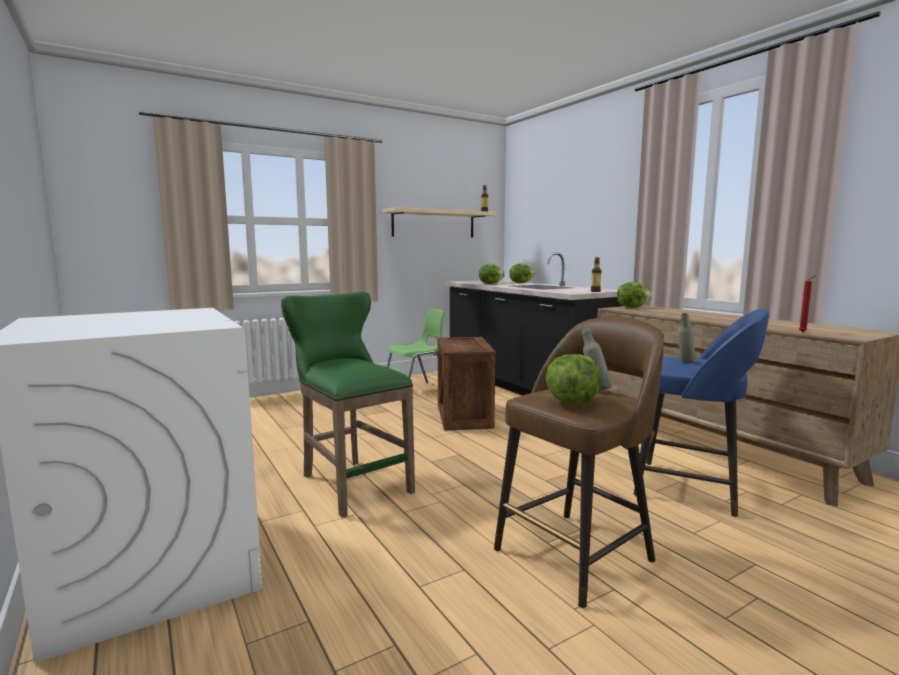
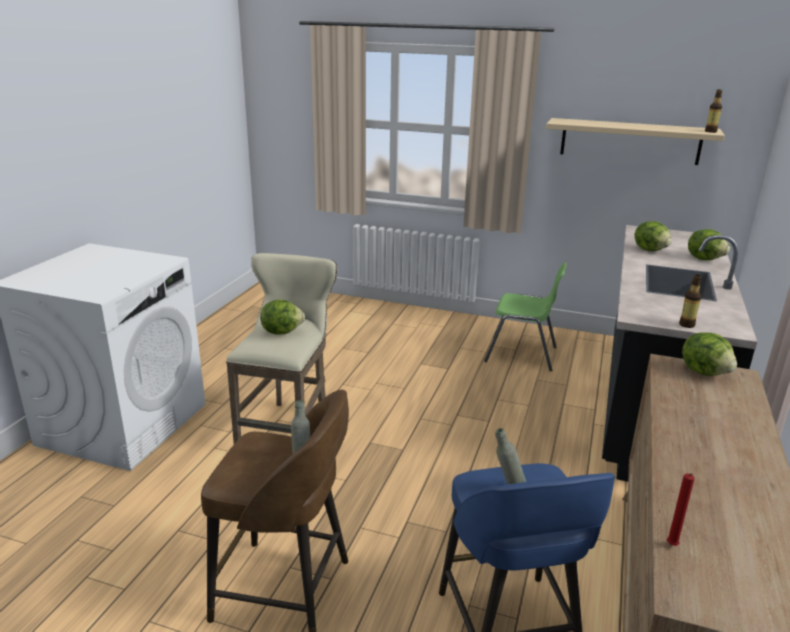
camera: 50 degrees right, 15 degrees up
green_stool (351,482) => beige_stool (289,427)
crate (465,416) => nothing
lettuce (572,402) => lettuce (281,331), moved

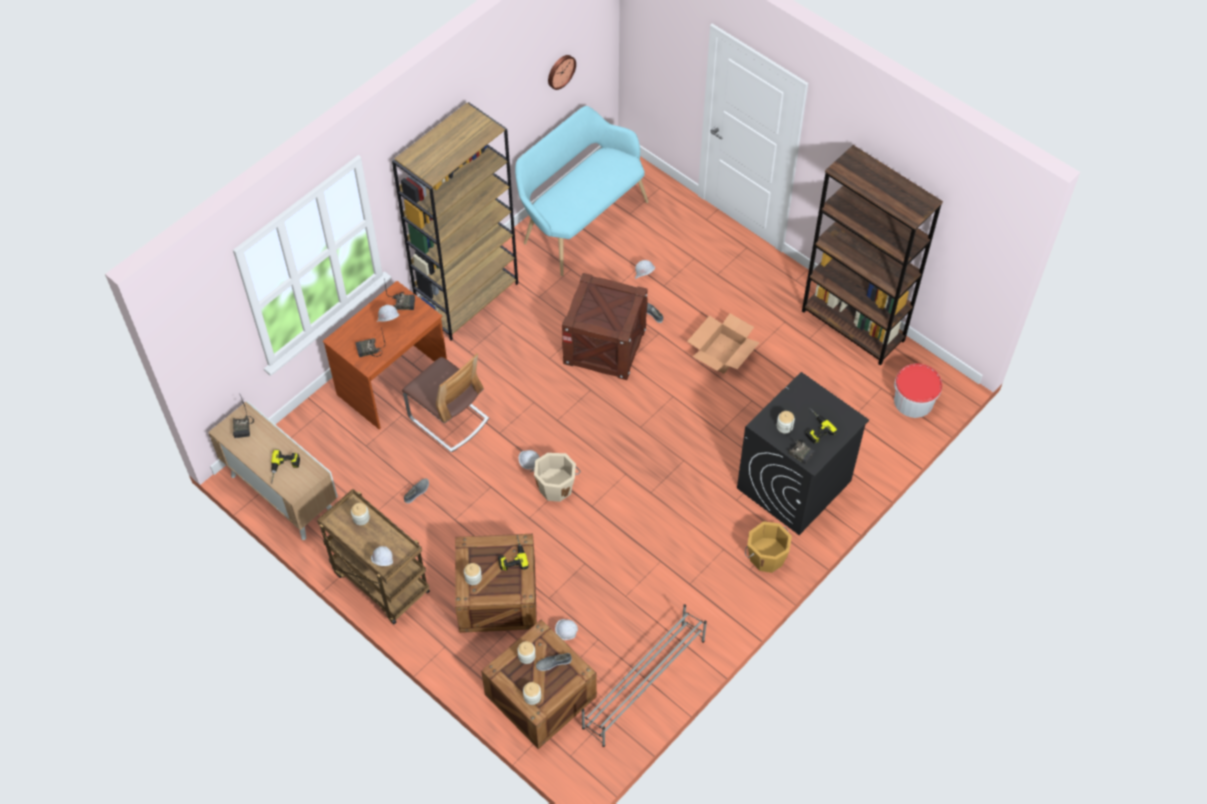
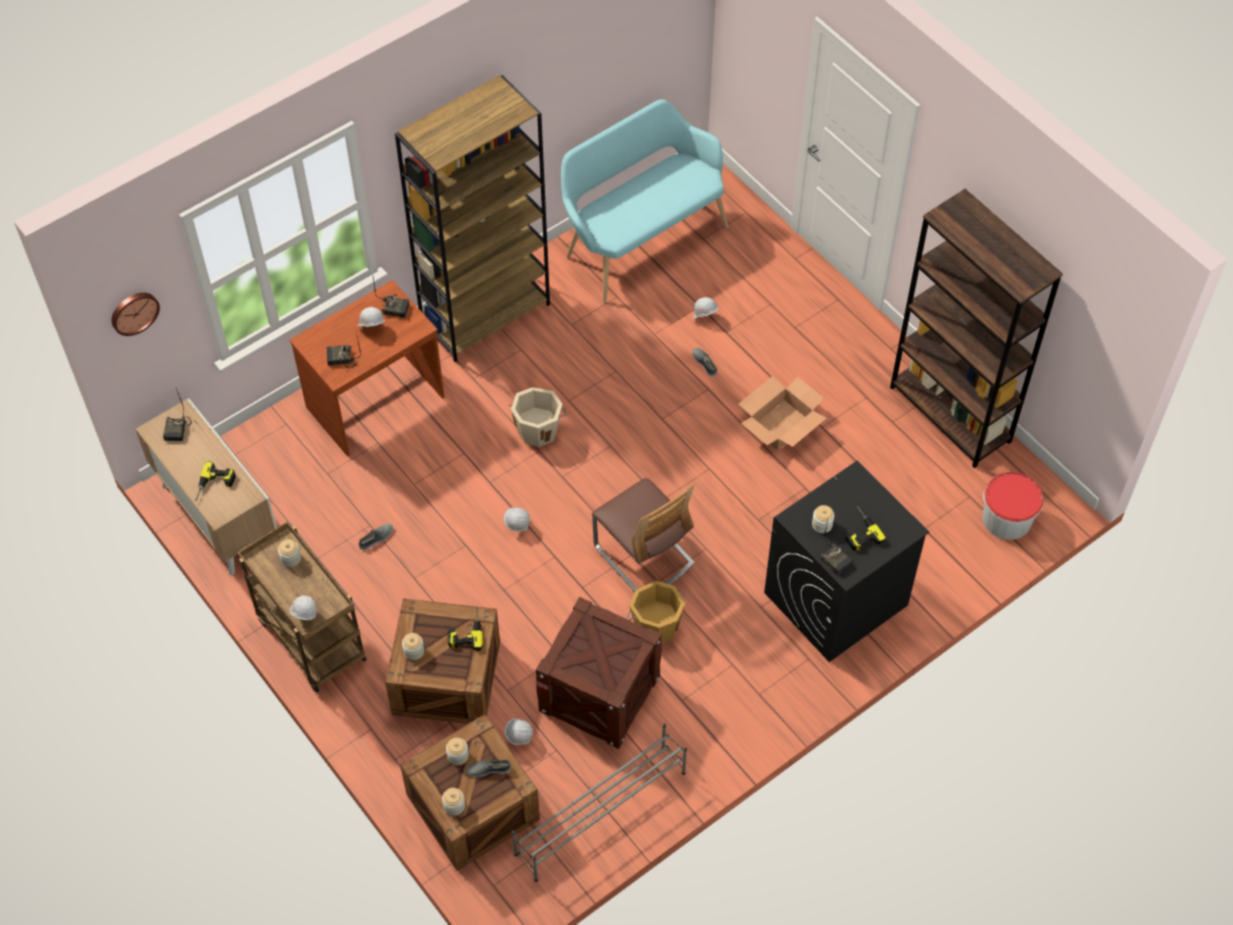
camera: 10 degrees right, 0 degrees up
wall_clock (560,71) => wall_clock (134,312), moved
crate (604,346) => crate (599,693), moved
chair (448,418) => chair (644,555), moved
beige_bucket (555,487) => beige_bucket (538,430), moved
orange_bucket (766,557) => orange_bucket (656,625), moved

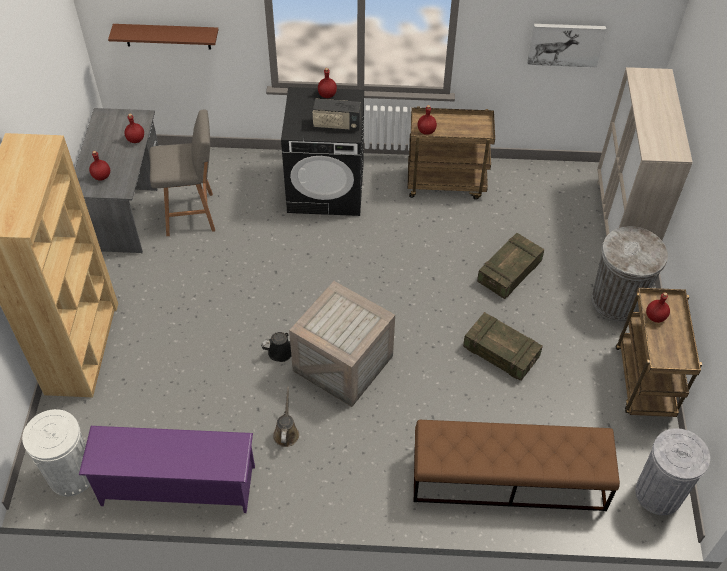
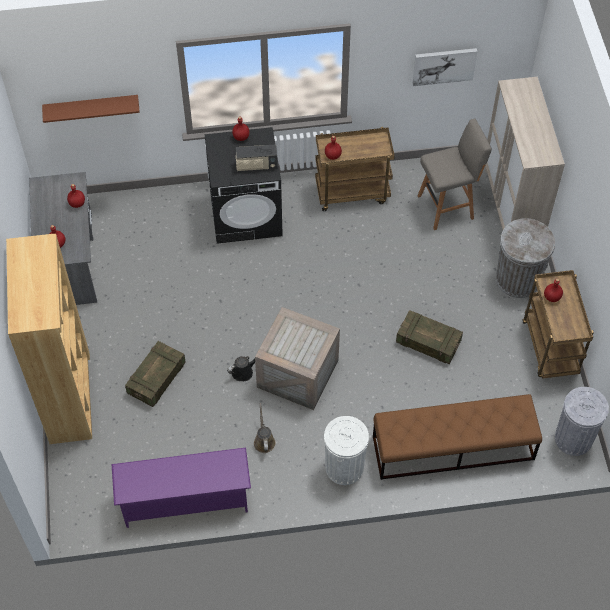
camera: 10 degrees left, 5 degrees up
grey_stool (192,214) => grey_stool (447,206), moved
crate (509,273) => crate (156,379), moved
white_trash_can (71,475) => white_trash_can (344,467), moved

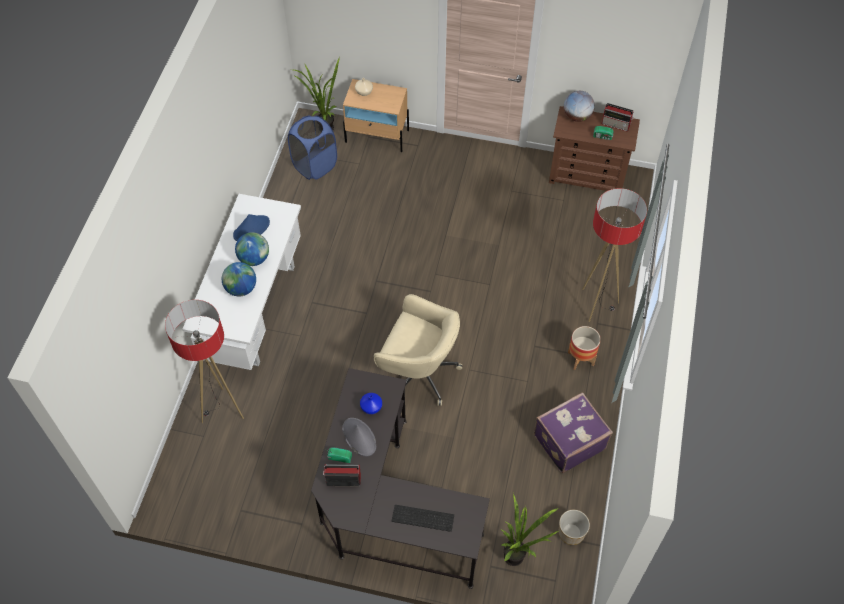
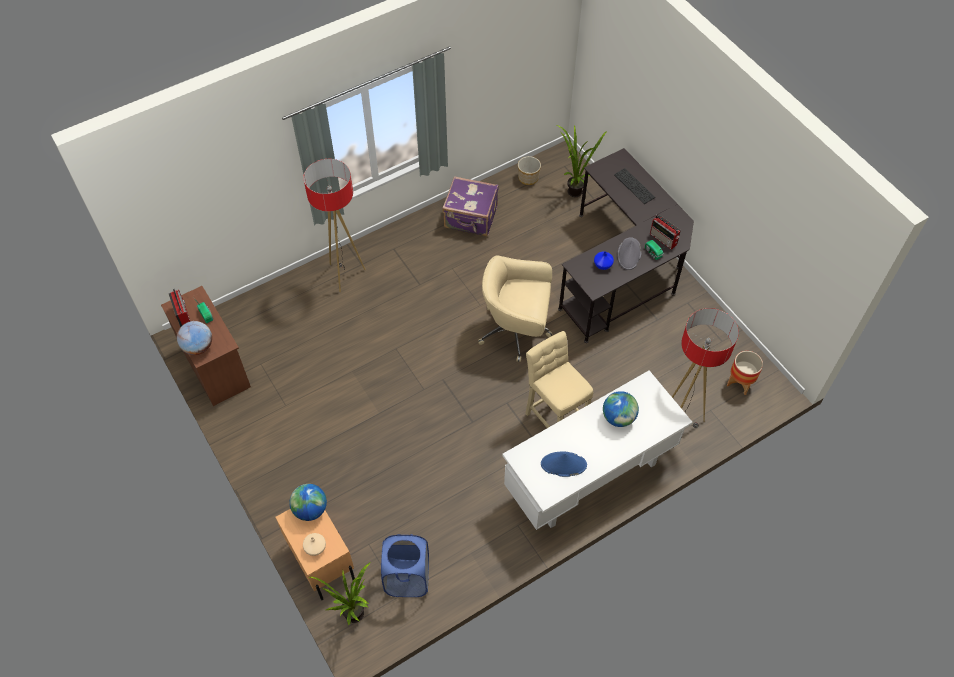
camera: 135 degrees left, 0 degrees up
globe (254,259) => globe (310,509), moved
beige_office_chair (418,372) => beige_office_chair (516,330), 60 degrees counterclockwise
planter (580,359) => planter (740,382), moved
nothing => beige_stool (554,419)

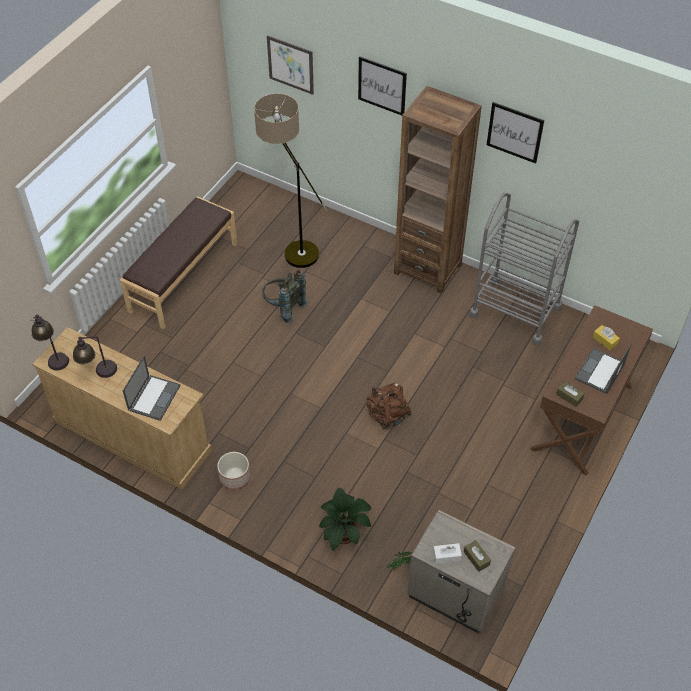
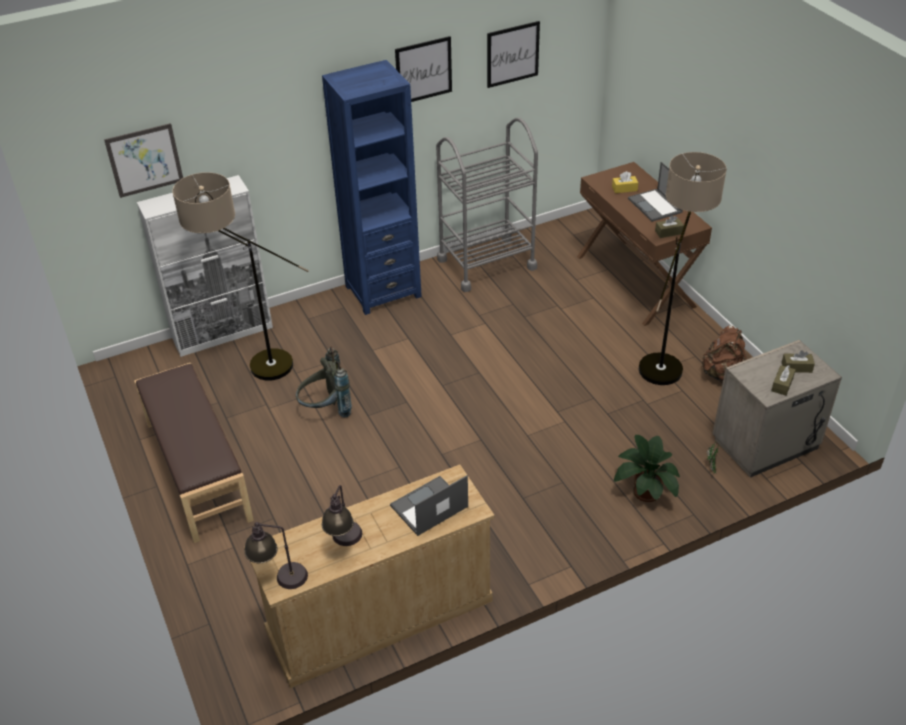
camera: 55 degrees left, 10 degrees down
picture (382,86) => picture (512,54), moved
brown_bookcase (428,268) => blue_bookcase (383,291)
laptop (154,397) => laptop (428,507), 90 degrees counterclockwise
brown_backpack (387,415) => brown_backpack (723,374), moved
planter (234,477) => nothing
white_tissue_box (446,556) => brown_tissue_box (782,384)
nothing => floor_lamp (665,359)
nothing => white_cabinet (223,333)

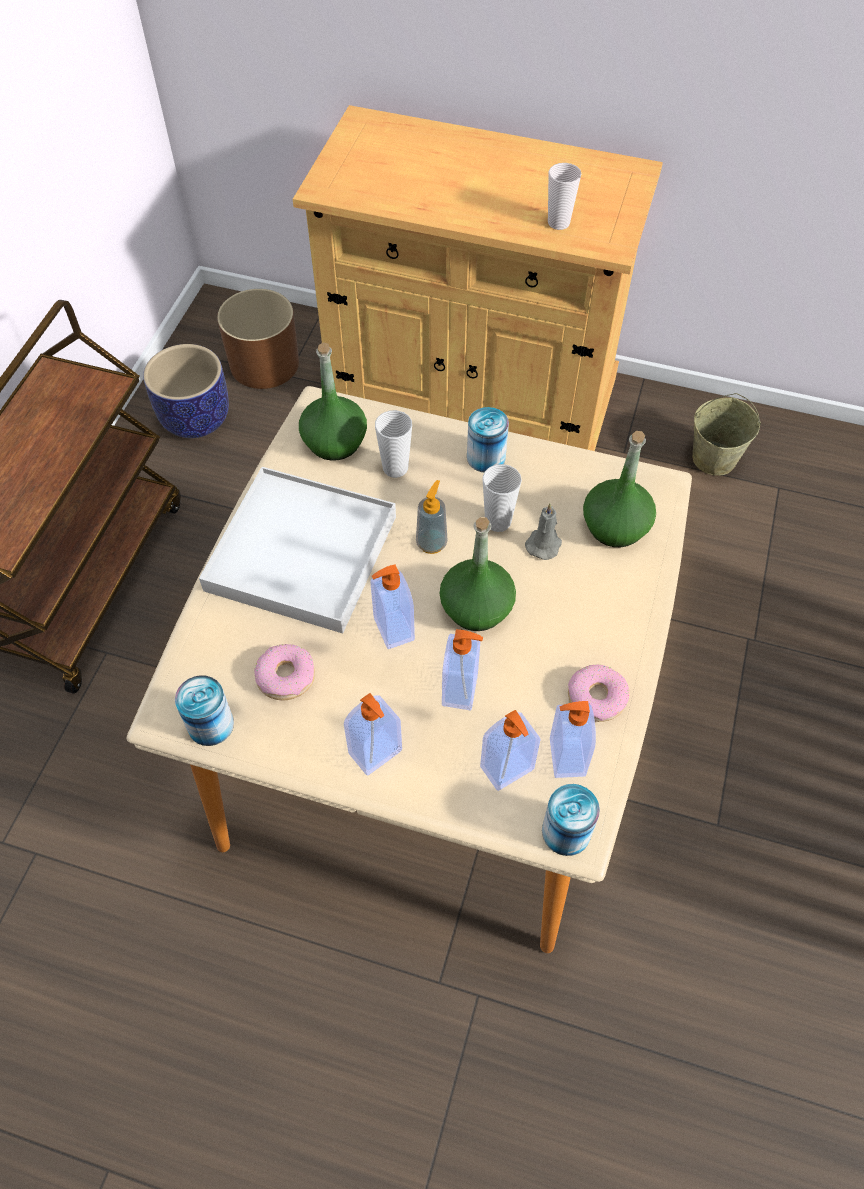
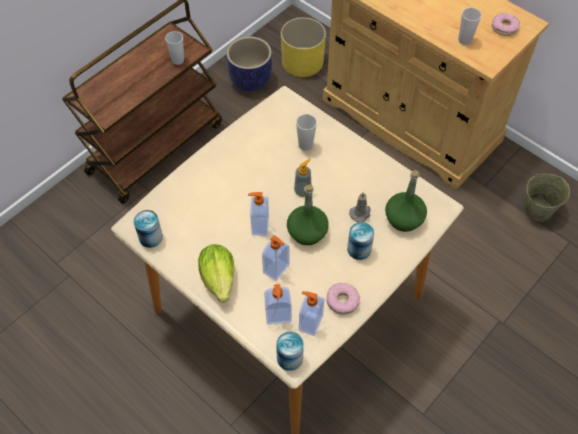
camera: 25 degrees right, 0 degrees up
brown_planter (265,364) => yellow_planter (303,62)
green_bottle (334,442) => nothing
can (486,457) => can (359,249), moved
cup (498,521) => cup (178,60), moved
white_tray (302,554) => nothing
donut (286,677) => donut (504,28), moved
soap_dispenser (376,753) => lettuce (219,282)

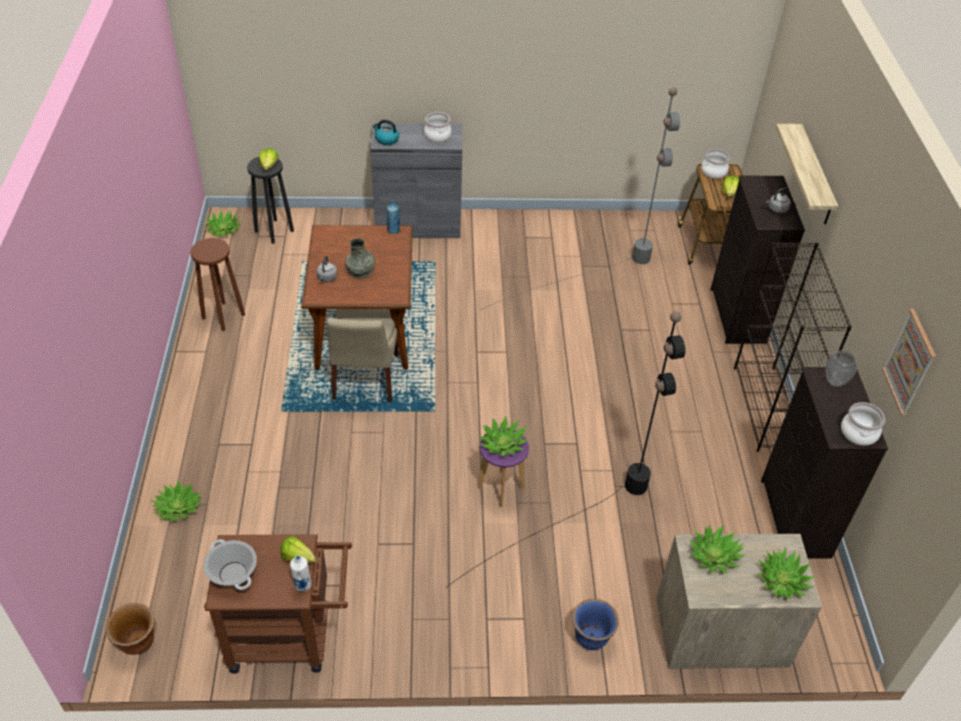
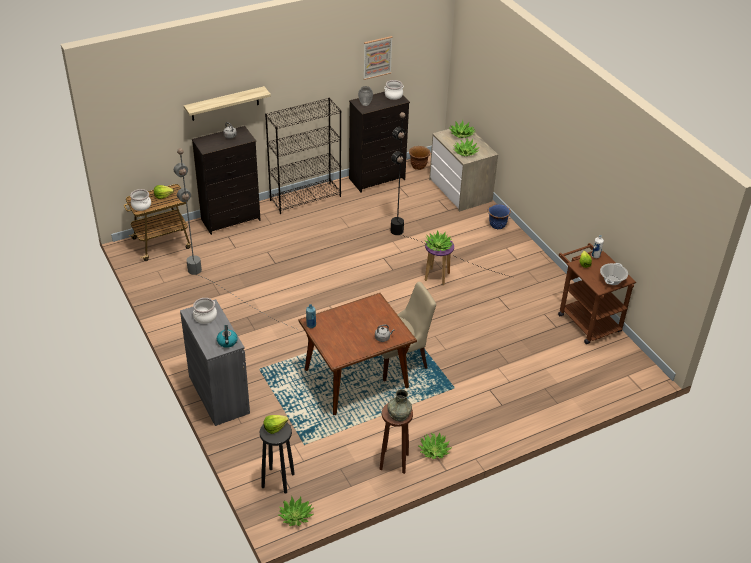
camera: 115 degrees left, 5 degrees down
grey_vase (360,270) => grey_vase (399,413), moved
potted_plant (178,507) => potted_plant (434,450), moved
brown_planter (138,642) => brown_planter (418,166), moved

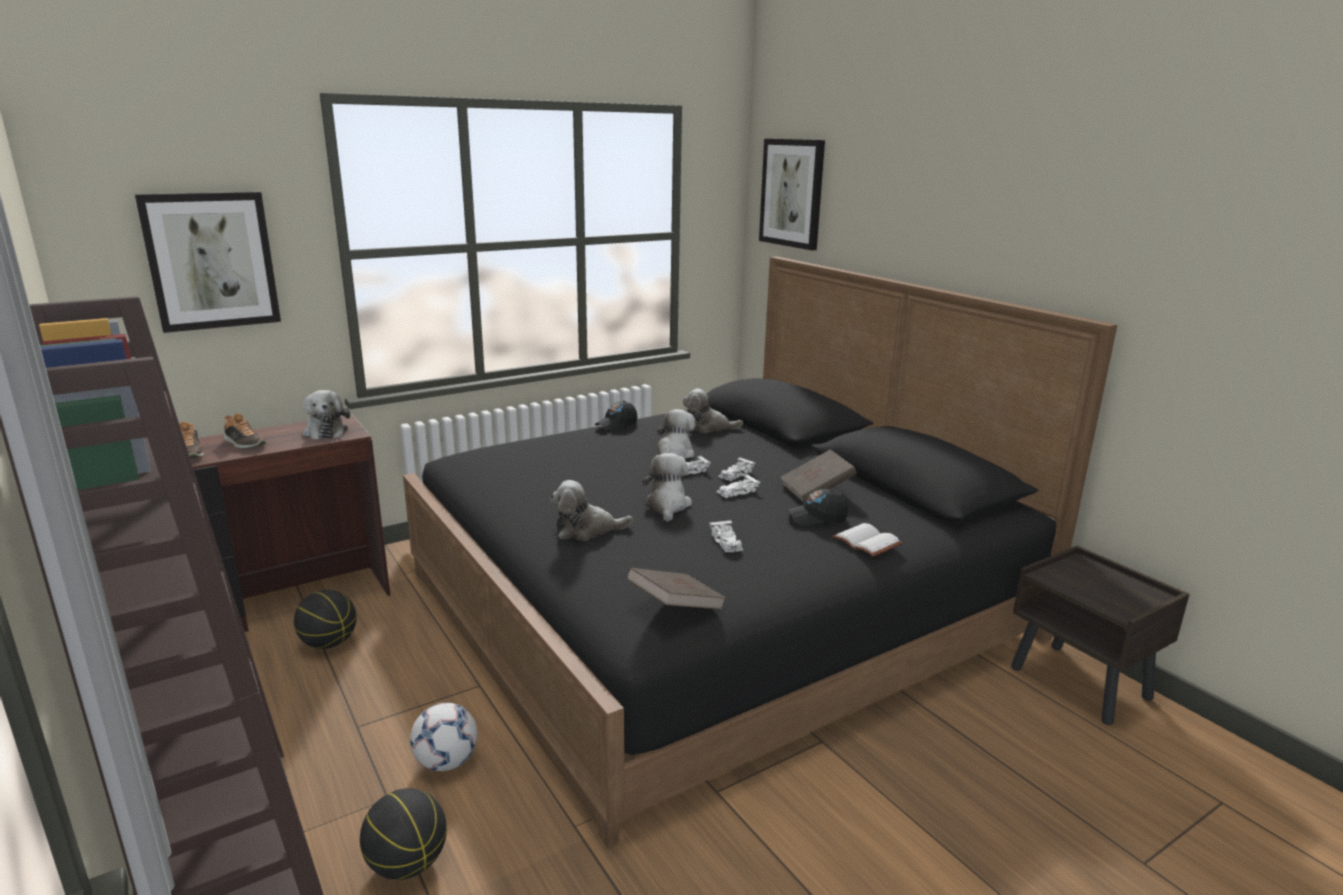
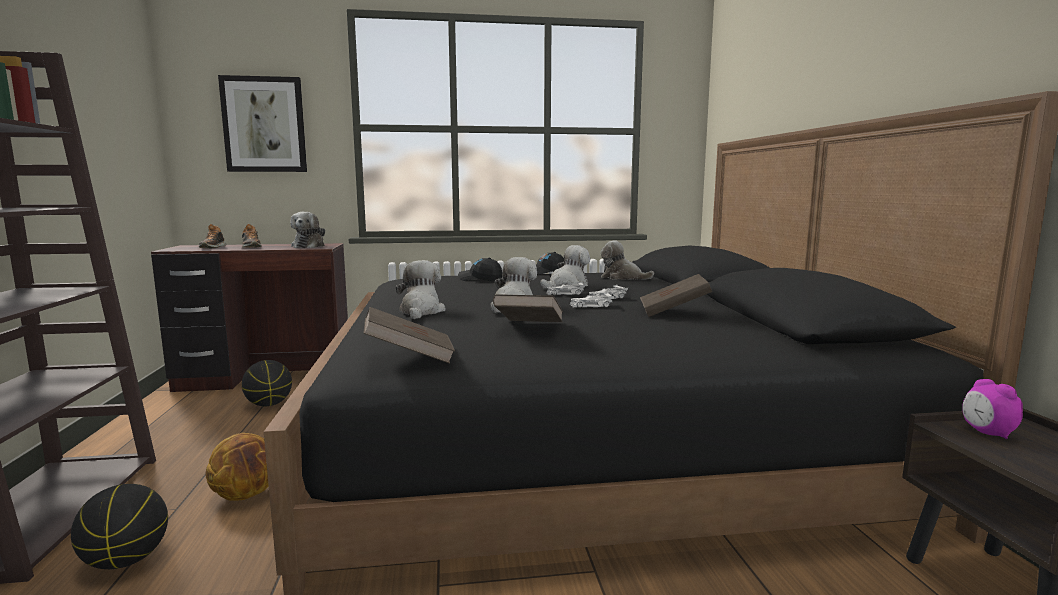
camera: 25 degrees right, 10 degrees down
picture (792,193) => nothing
plush_toy (586,530) => plush_toy (421,311), 75 degrees clockwise
black_cap (817,518) => black_cap (480,279), moved
white_toy_car (726,542) => brown_book (529,328)
white_book (864,542) => nothing
football (446,762) => basketball (246,495)
nothing => alarm_clock (987,433)

